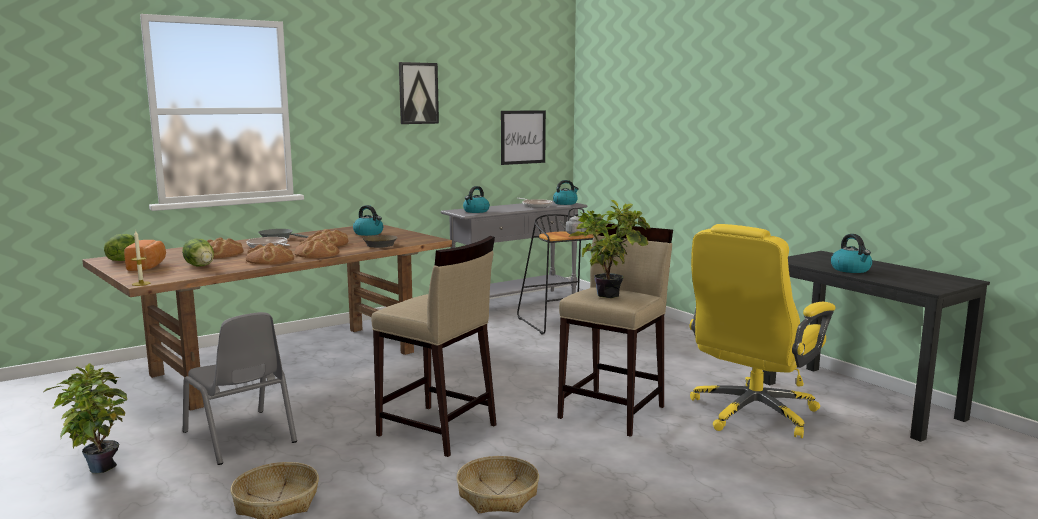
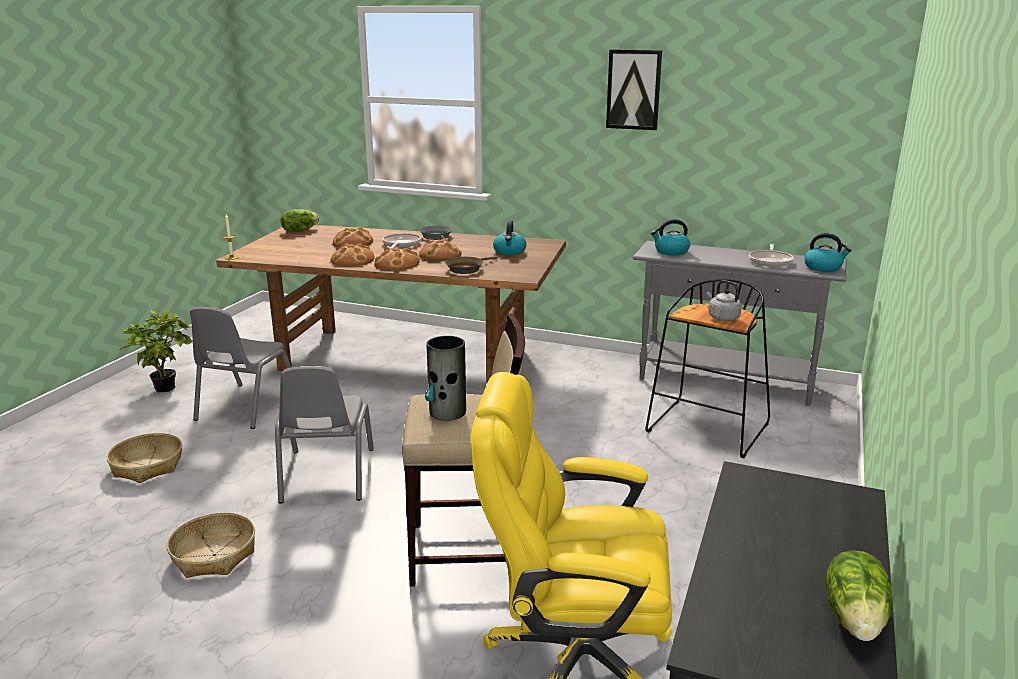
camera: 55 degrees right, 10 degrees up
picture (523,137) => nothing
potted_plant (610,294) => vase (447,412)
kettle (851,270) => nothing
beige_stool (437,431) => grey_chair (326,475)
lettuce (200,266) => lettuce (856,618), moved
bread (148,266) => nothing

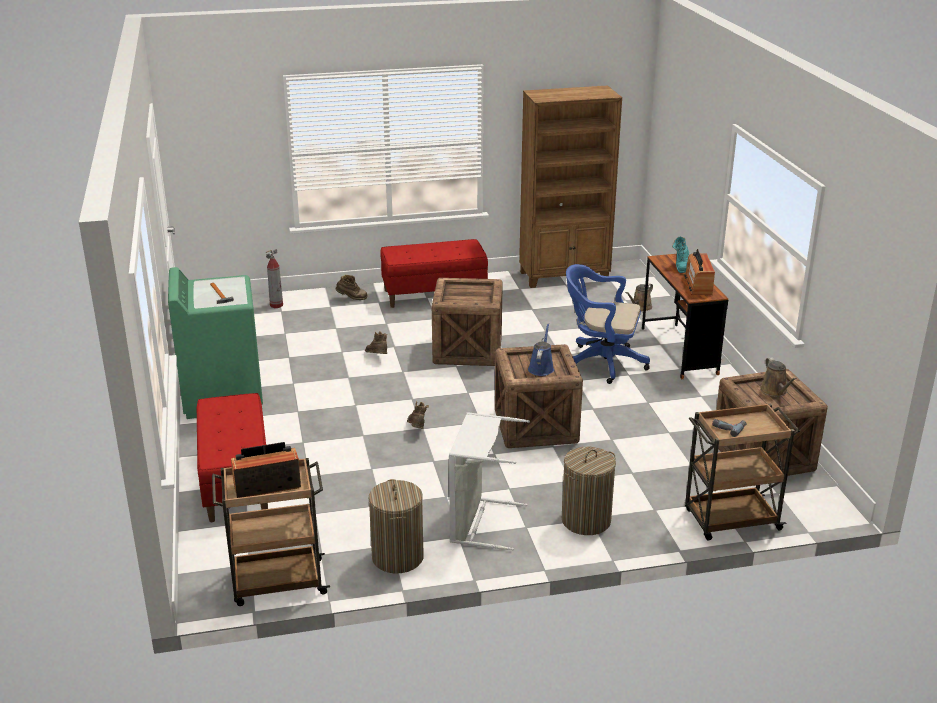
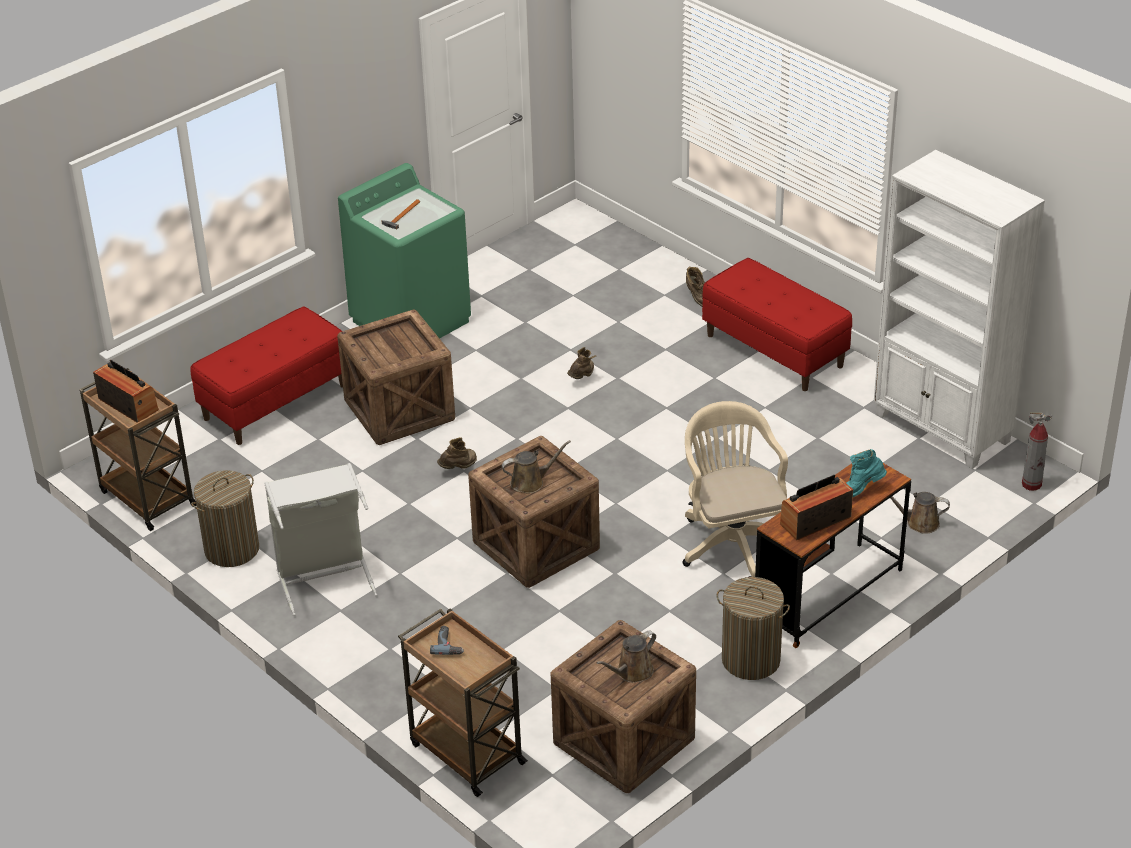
camera: 60 degrees right, 10 degrees up
brown_bookcase (565,276) => white_bookcase (942,429)
fire_extinguisher (276,305) => fire_extinguisher (1031,484), moved
blue_office_chair (601,362) => beige_office_chair (732,541)
crate (466,350) => crate (400,410), moved
blue_watering_can (541,368) => brown_watering_can (530,482)
laundry_basket (586,520) => laundry_basket (750,660), moved

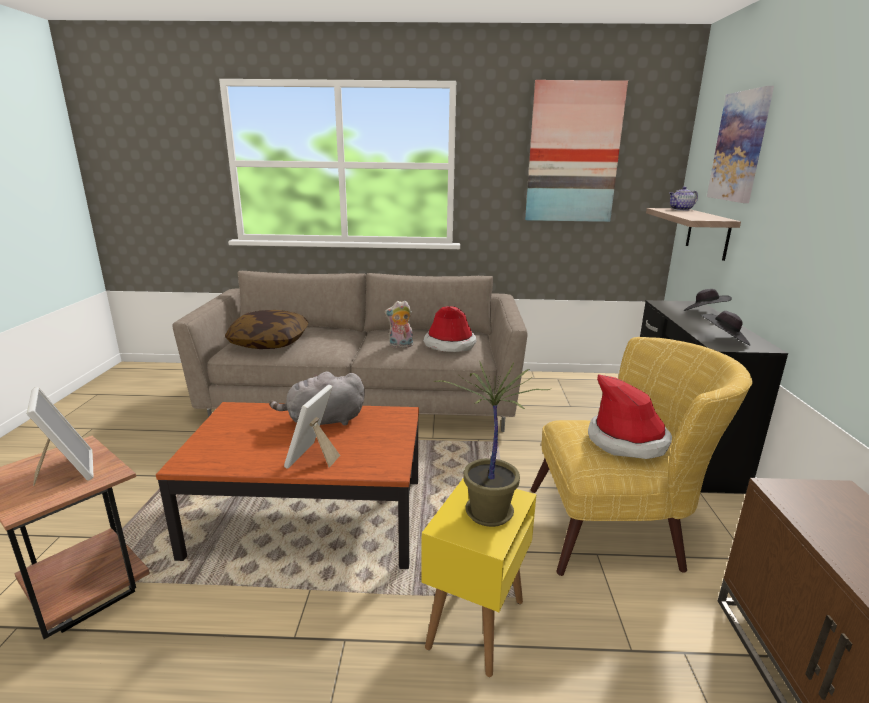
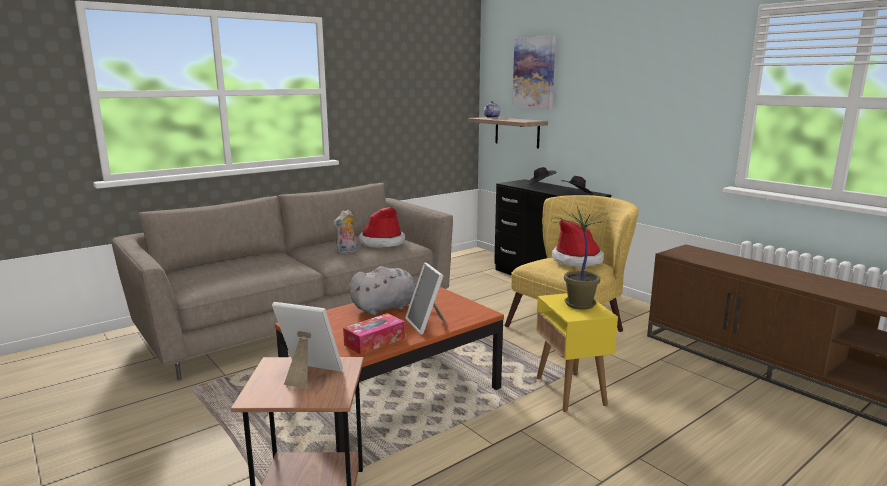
camera: 40 degrees left, 5 degrees down
picture (573,153) => nothing
pillow (269,342) => nothing
grey_plush_toy (322,421) => grey_plush_toy (386,308), 150 degrees counterclockwise
nothing => tissue_box (374,341)

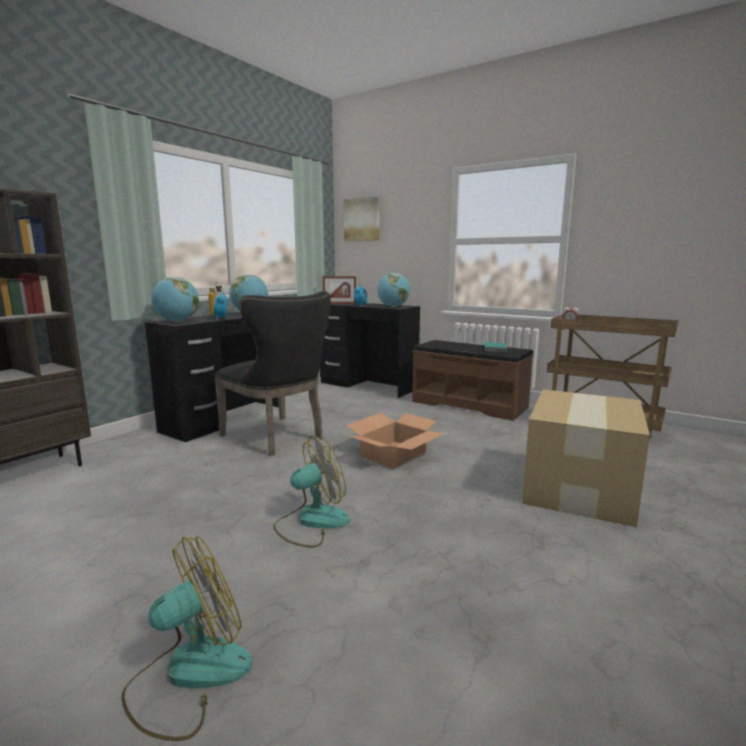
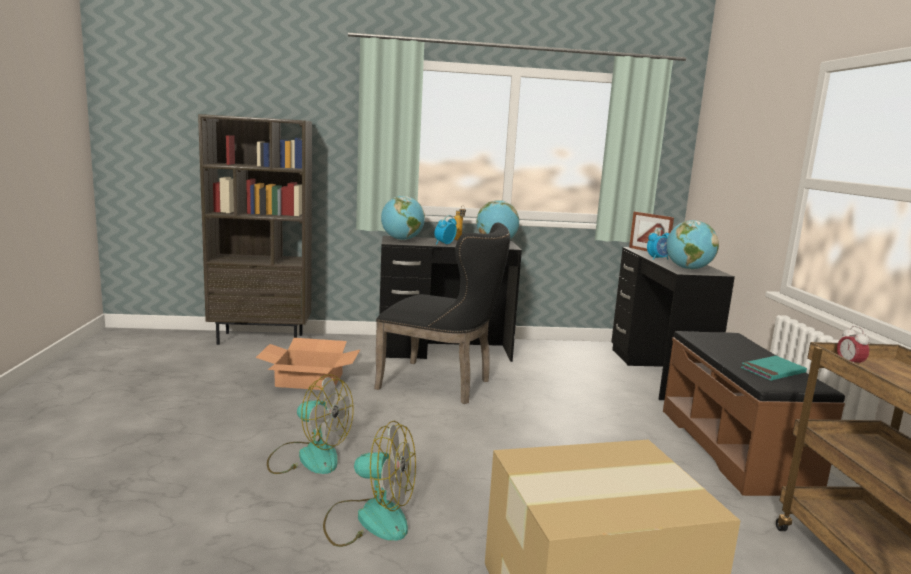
camera: 50 degrees right, 0 degrees up
picture (362,219) => nothing
black_chair (278,437) => black_chair (442,384), 75 degrees counterclockwise
cardboard_box (394,454) => cardboard_box (309,380), moved
fan (189,675) => fan (369,519), moved

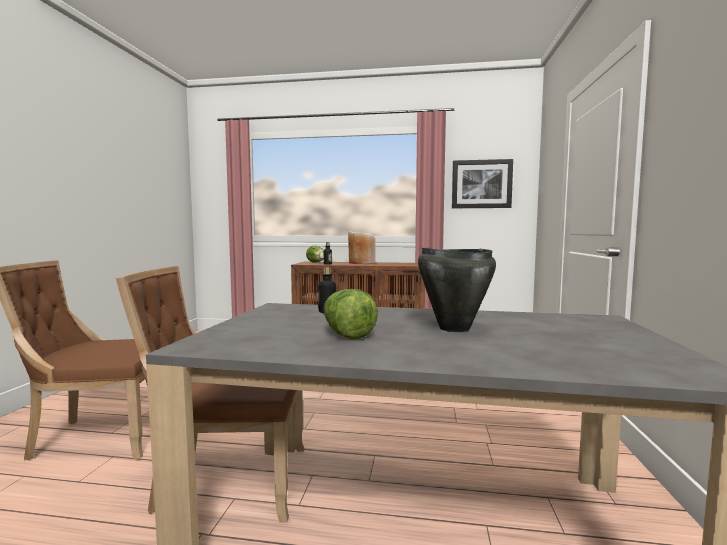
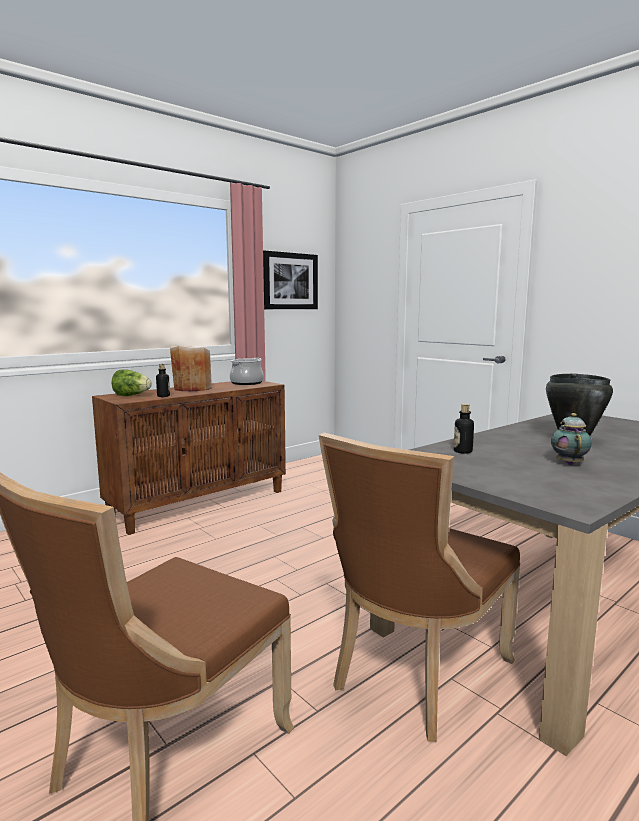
camera: 50 degrees left, 5 degrees up
lettuce (346,334) => teapot (568,463)
nothing => cooking_pot (246,383)

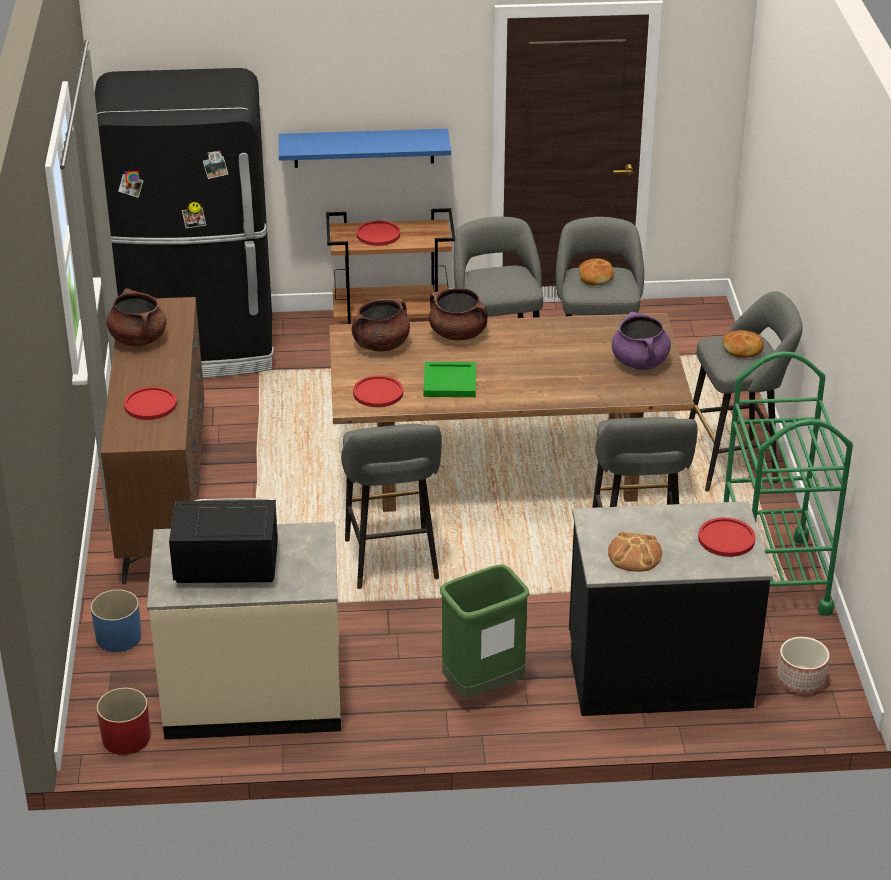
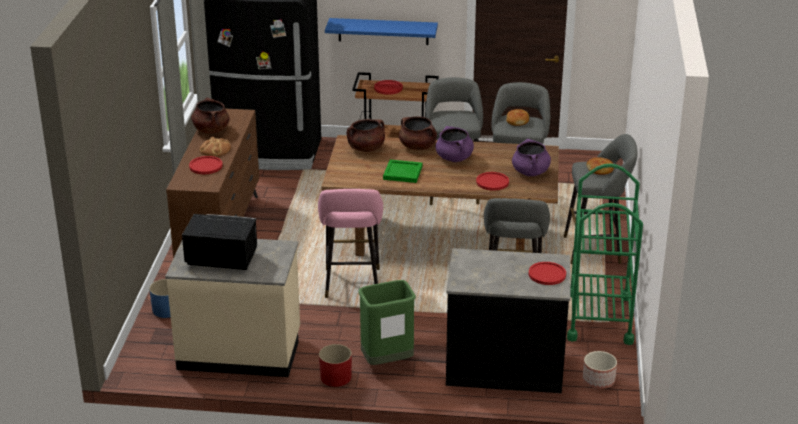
camera: 10 degrees right, 5 degrees down
red_plate (378,393) => red_plate (492,182), moved
grey_stool (393,564) => pink_stool (352,286)
bread (635,554) => bread (215,149), moved
red_planter (126,738) => red_planter (335,377), moved
nothing => purple_cooking_pot (454,158)

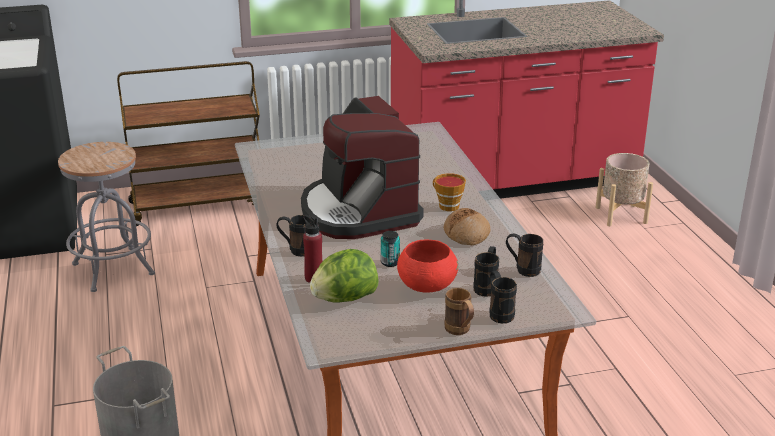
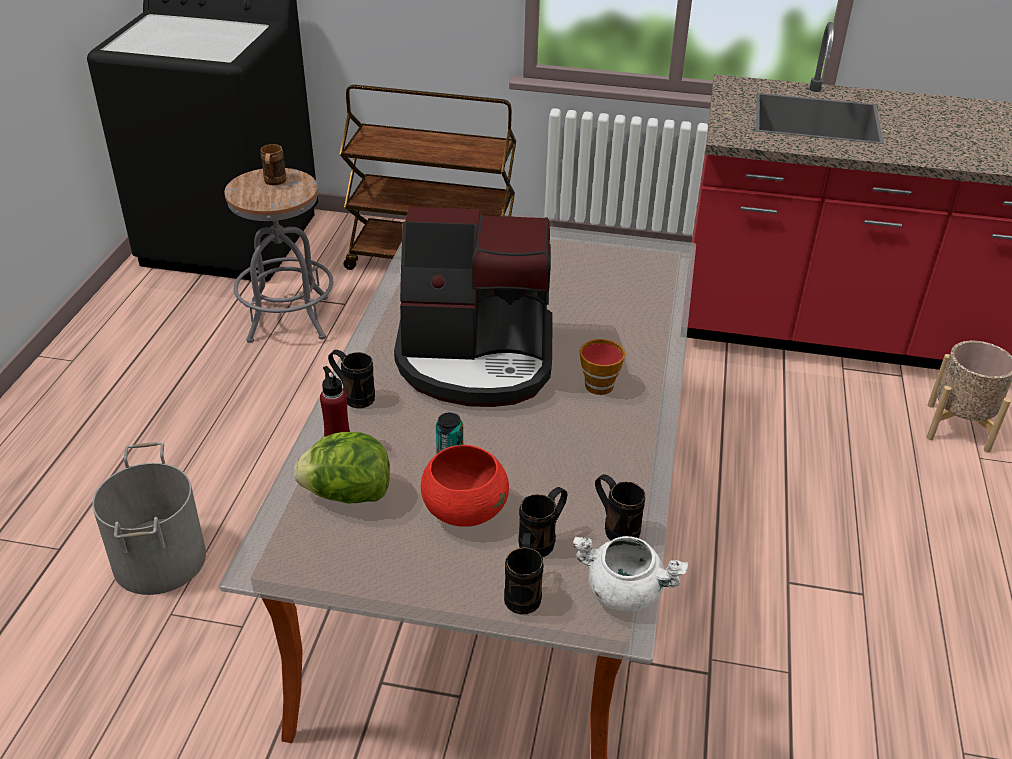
camera: 25 degrees right, 10 degrees up
coffee_machine (358,212) => coffee_machine (476,359), 90 degrees counterclockwise
bread (467,234) => nothing
brown_mug (460,331) => brown_mug (274,183), moved
nothing => white_cooking_pot (624,592)

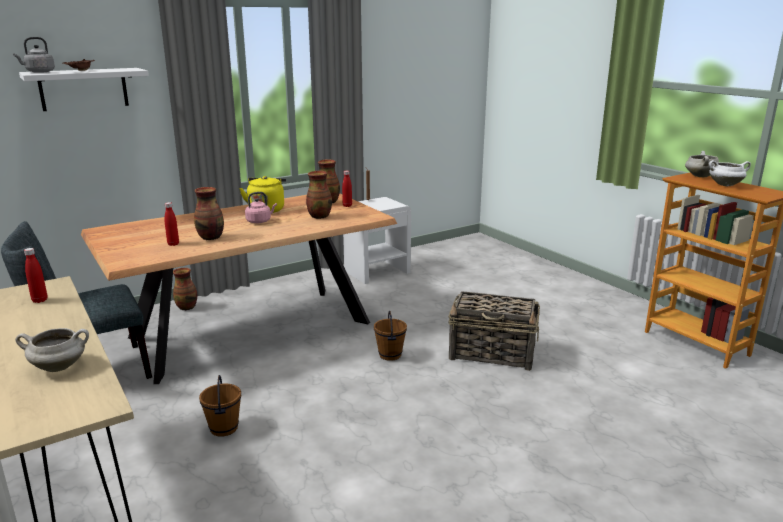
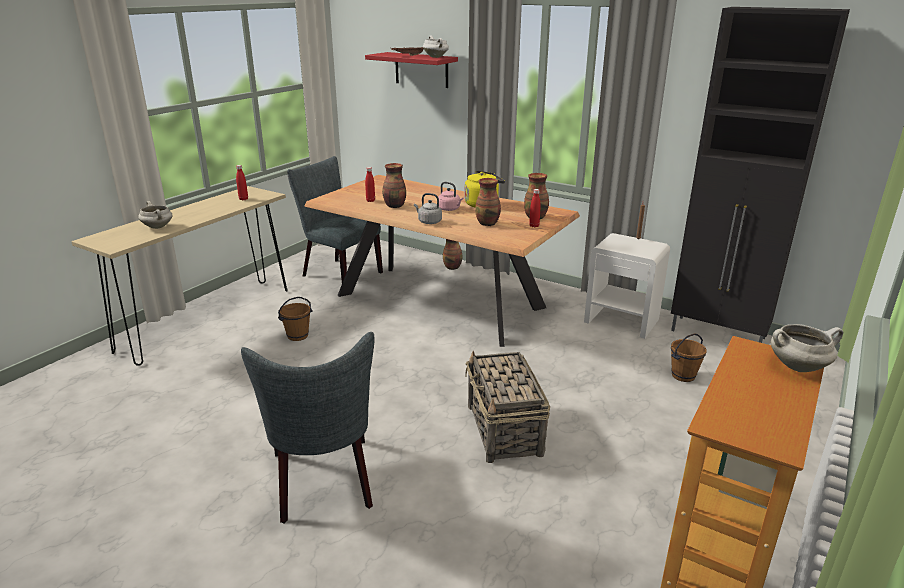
camera: 65 degrees right, 5 degrees up
grey_kettle (39,72) => grey_kettle (428,222), moved
white_shelf (84,89) => red_shelf (421,70)
white_cooking_pot (725,185) => white_cooking_pot (436,57), moved
brown_bucket (390,355) => brown_bucket (683,376), moved
nothing => black_cabinet (718,335)
nothing => grey_chair (324,484)

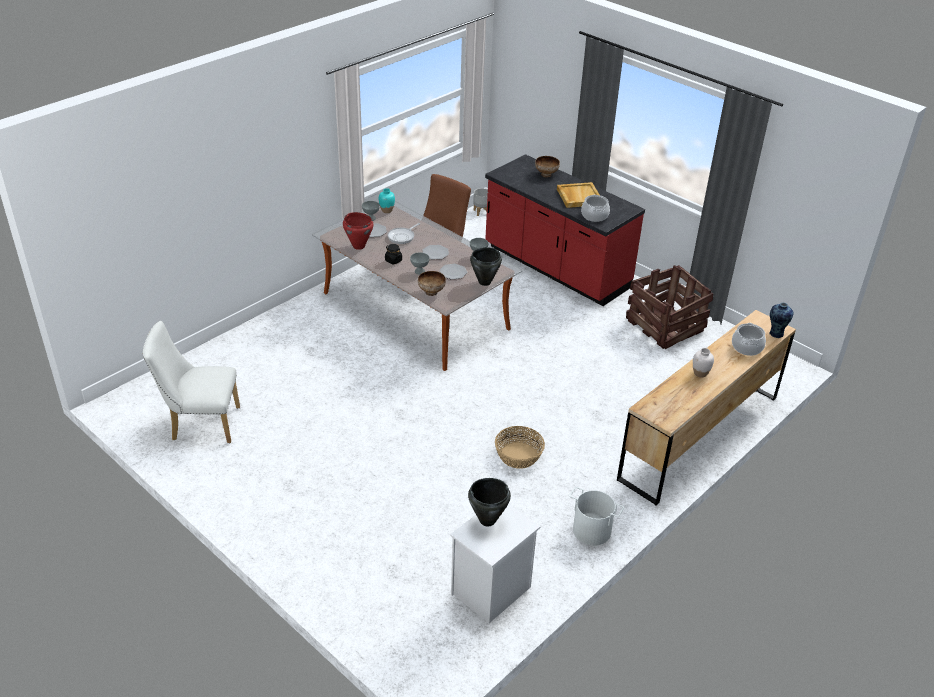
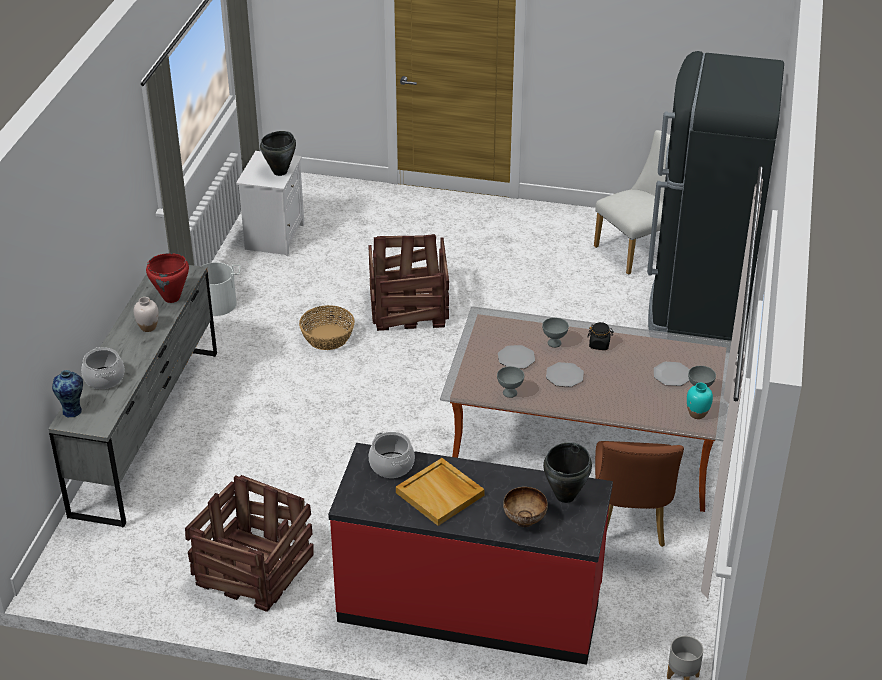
camera: 150 degrees right, 0 degrees up
red_cooking_pot (359,246) => red_cooking_pot (172,298), moved
frying_pan (402,237) => nothing
black_cooking_pot (484,282) => black_cooking_pot (566,496), moved
bowl (431,292) => nothing
brown_dresser (699,437) => grey_dresser (147,430)
nothing => black_fridge (698,313)
nothing => crate (410,307)

